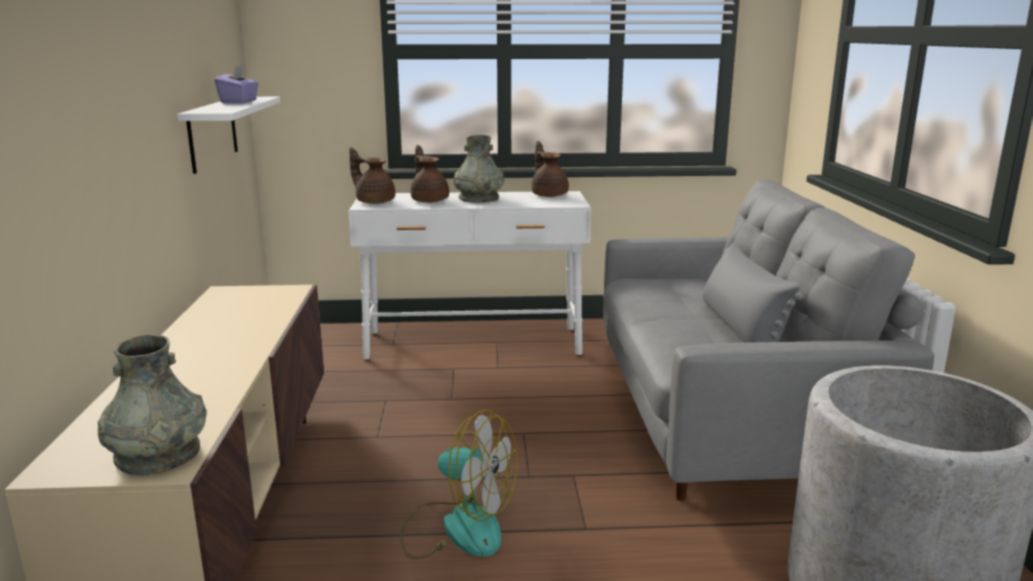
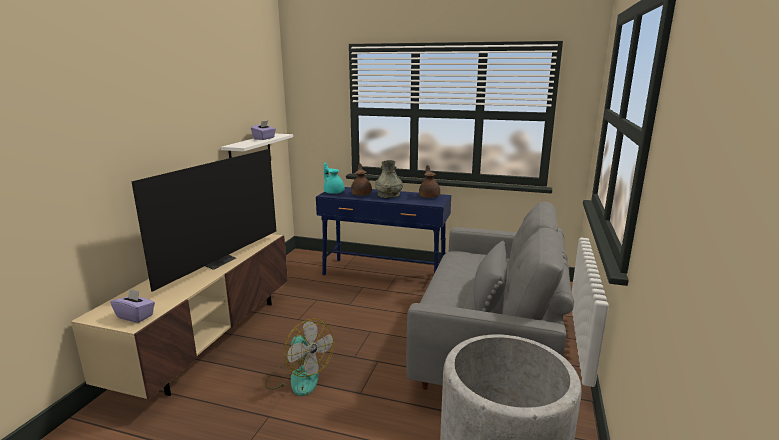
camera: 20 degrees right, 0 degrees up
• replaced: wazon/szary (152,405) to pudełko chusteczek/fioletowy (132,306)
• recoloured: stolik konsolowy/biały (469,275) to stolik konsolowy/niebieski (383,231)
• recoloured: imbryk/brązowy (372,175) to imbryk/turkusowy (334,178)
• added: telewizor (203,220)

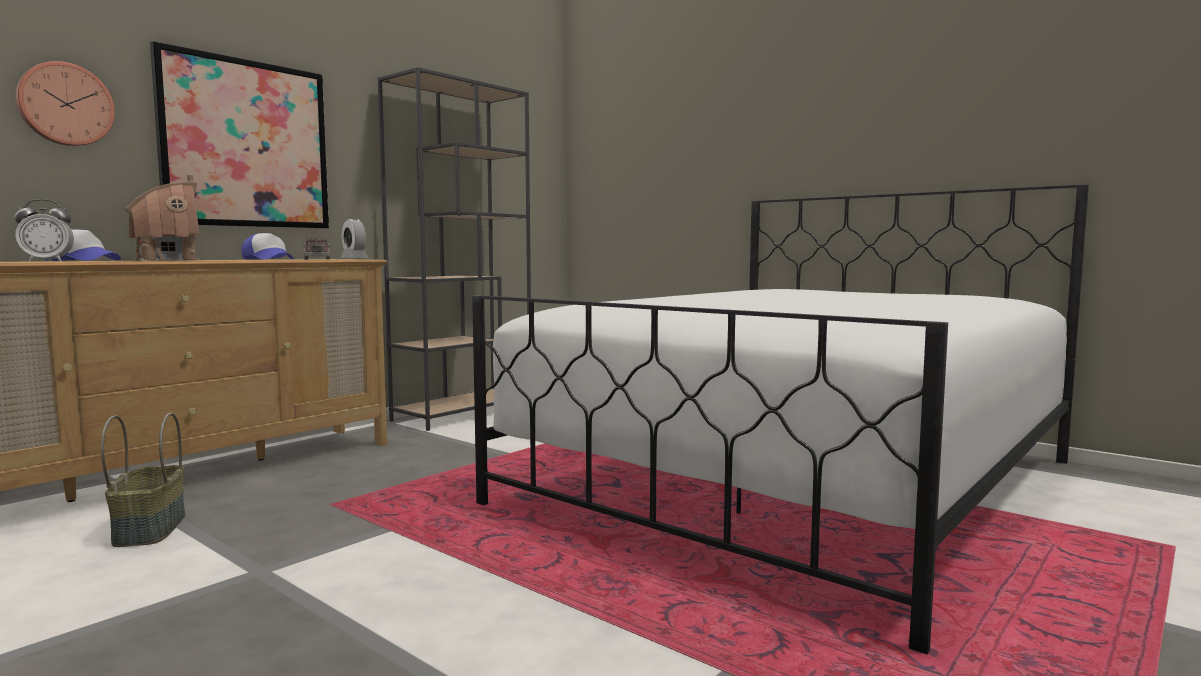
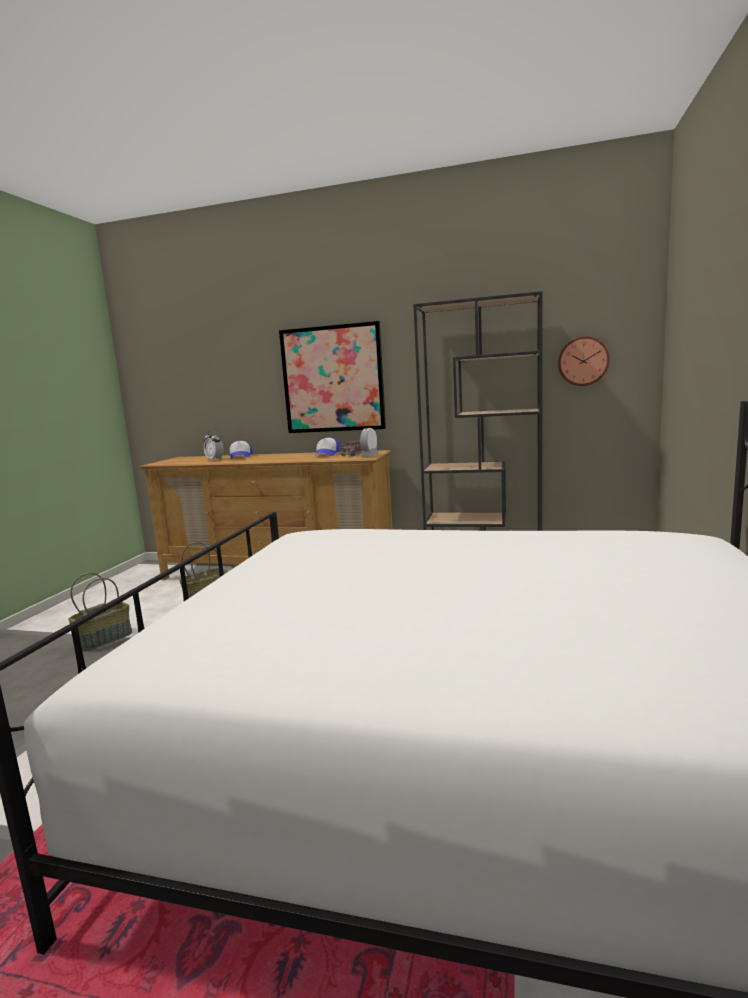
camera: 65 degrees right, 5 degrees up
• moved: zegar ścienny (65,103) to (584,361)
• removed: domek (162,217)
• added: koszyk (100,612)

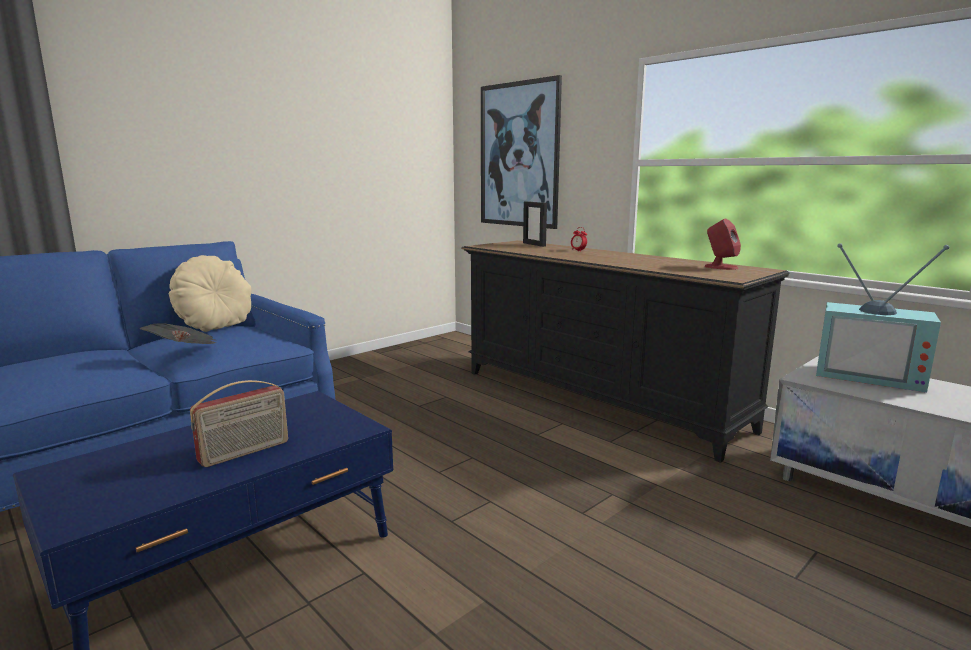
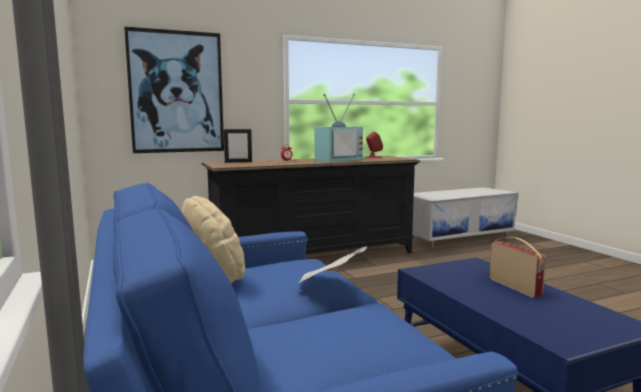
camera: 70 degrees left, 5 degrees down
• moved: telewizor (882,317) to (338,128)

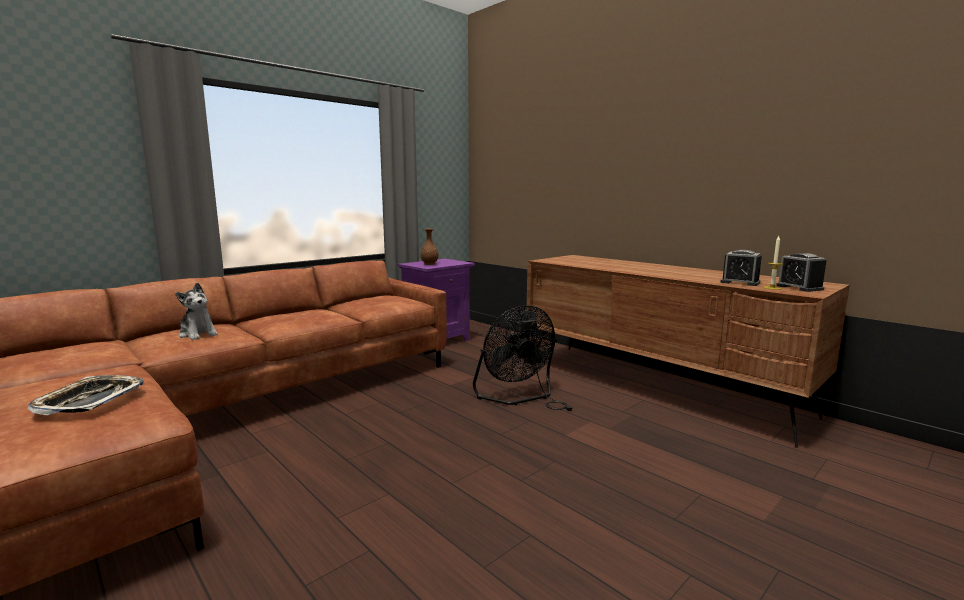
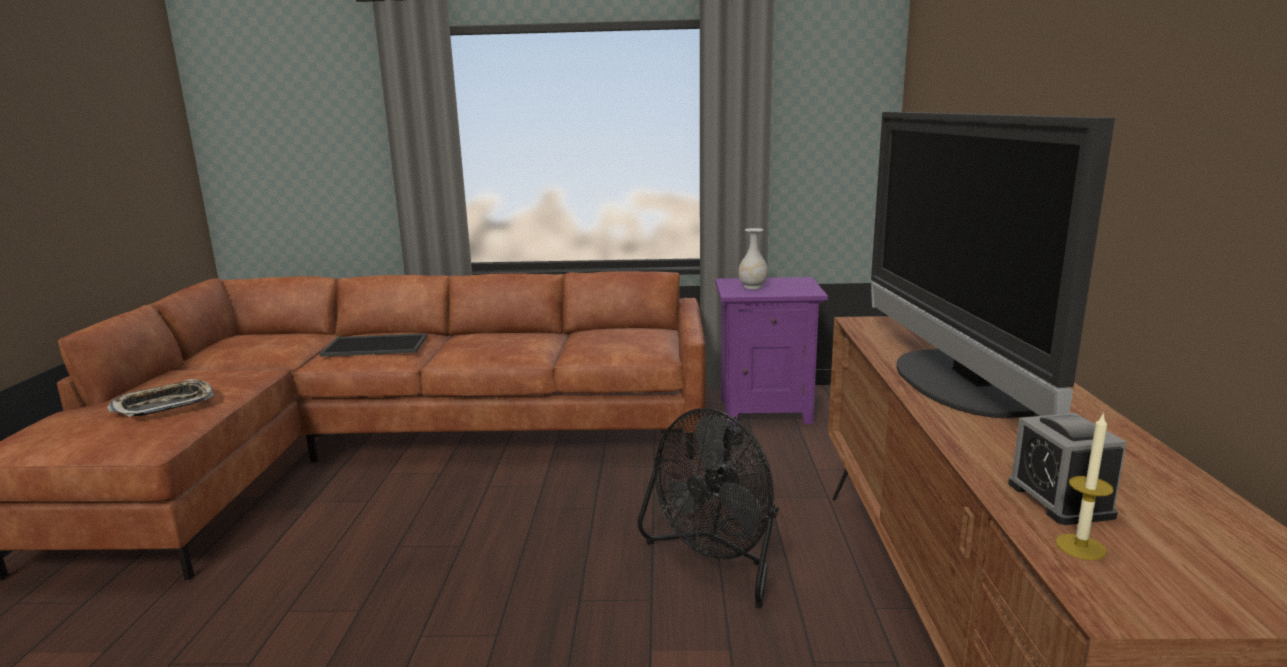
camera: 45 degrees right, 5 degrees up
• replaced: pluszak (196,311) to taca (373,345)
• recoloured: wazon/brązowy (430,247) to wazon/biały (753,258)
• turned: wentylator/czarny (522,358) = (708,508) 150 degrees counterclockwise
• removed: budzik (801,272)
• added: telewizor (993,265)

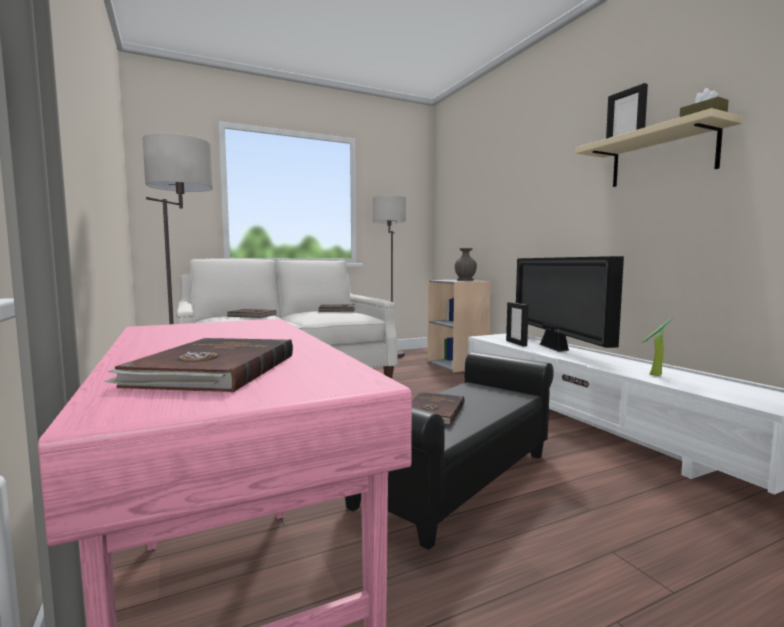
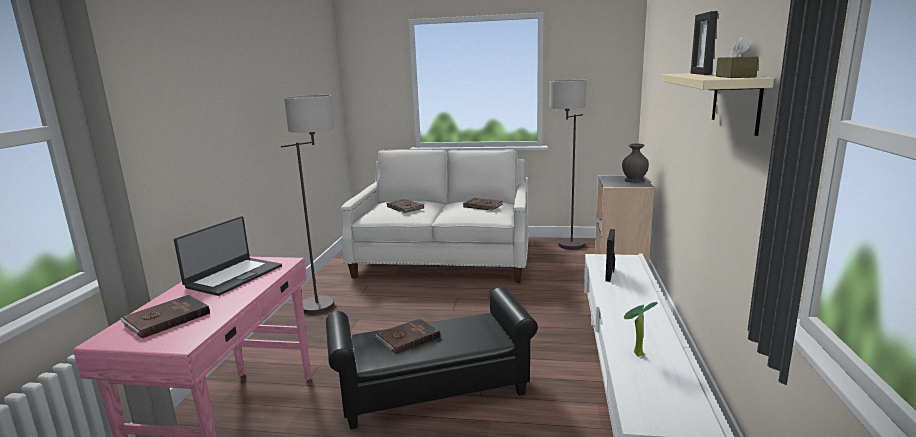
camera: 35 degrees right, 10 degrees up
• removed: telewizor (570,304)
• added: laptop (228,256)

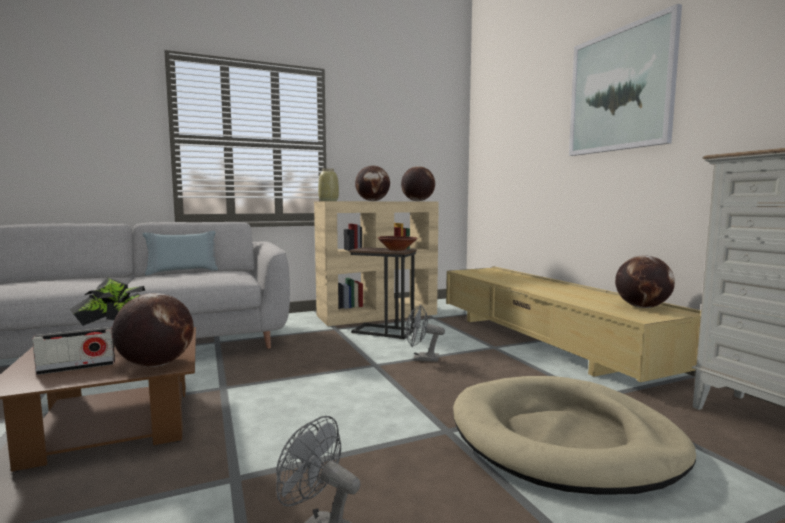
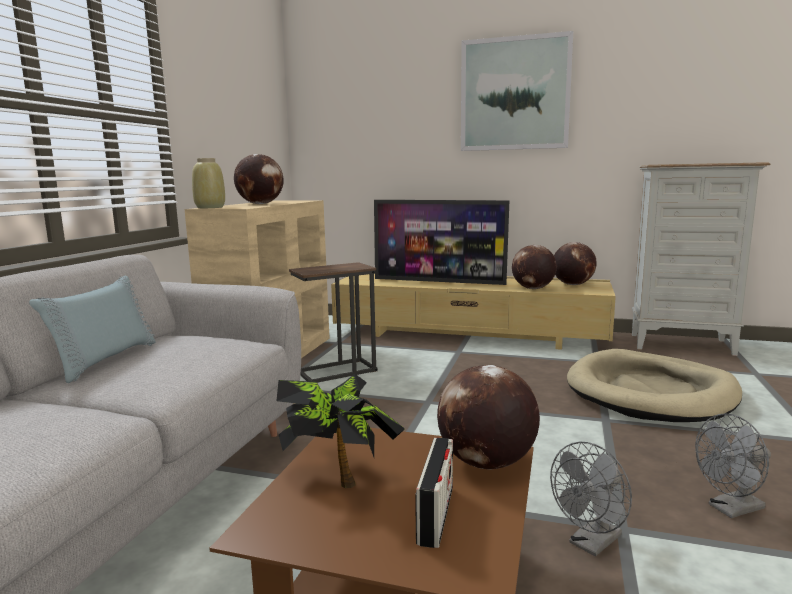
camera: 50 degrees left, 5 degrees up
• removed: miska/brązowy (397,243)
• moved: globus (418,183) to (534,267)
• moved: wentylator/szary (425,333) to (591,499)
• added: telewizor (441,242)

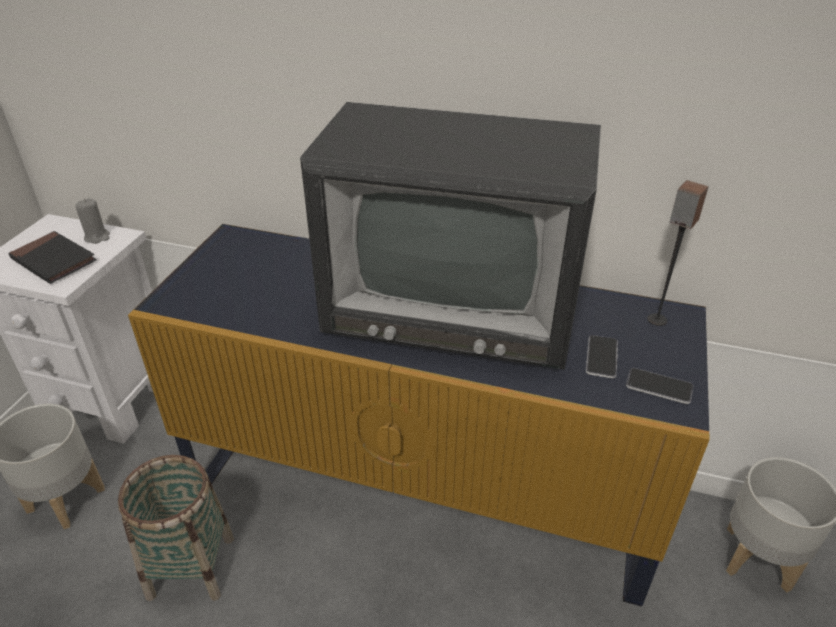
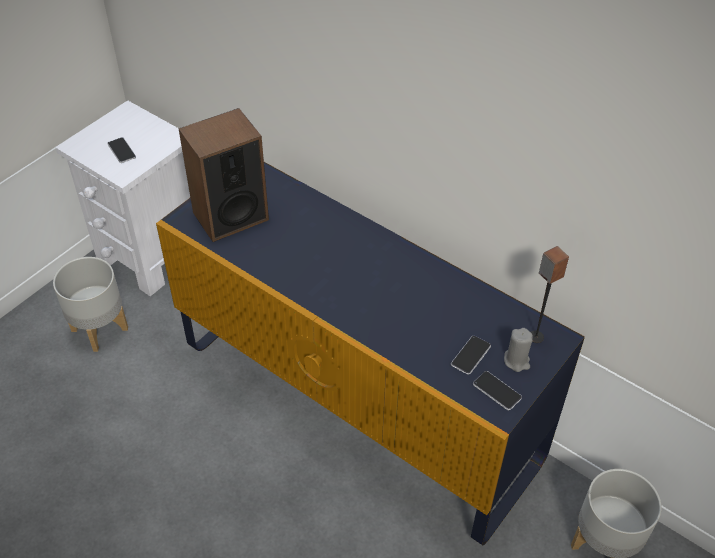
camera: 20 degrees right, 10 degrees up
• replaced: książka/czarny (53,257) to telefon (121,150)
• moved: świeca/szary (92,221) to (518,350)
• removed: koszyk (176,528)
• removed: telewizor (450,236)
• added: głośnik (224,175)

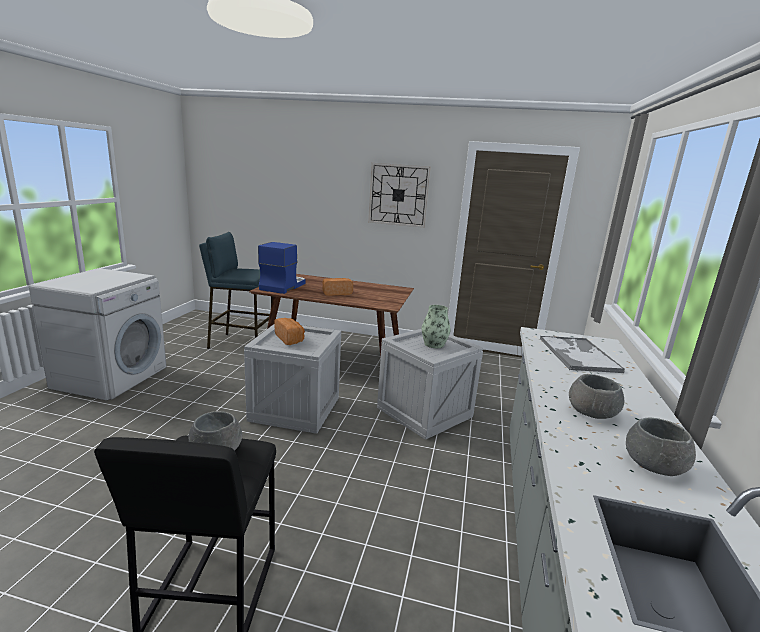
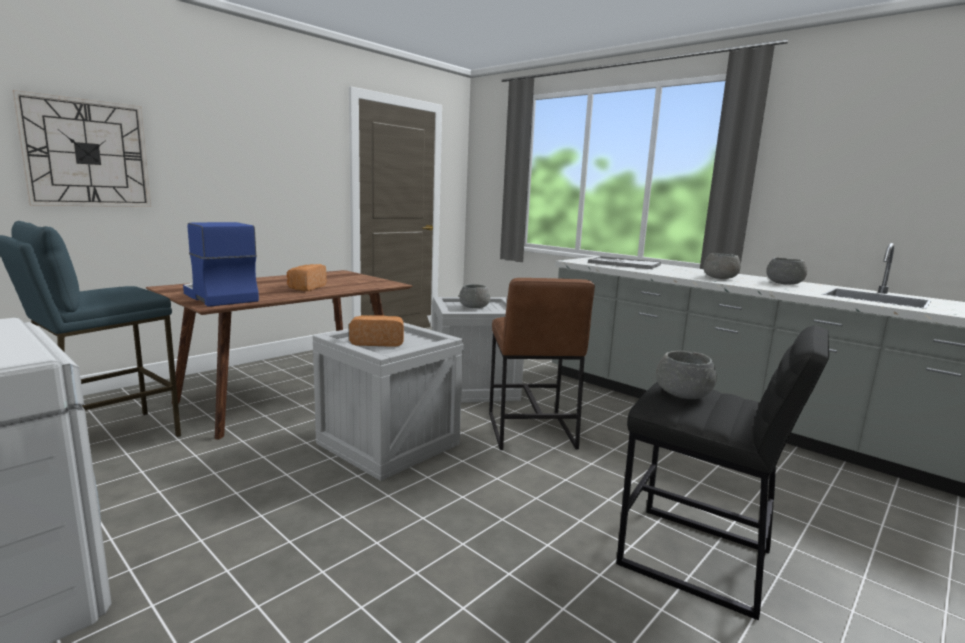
camera: 60 degrees left, 5 degrees down
• moved: zegar ścienny (399,195) to (81,148)
• replaced: wazon (436,326) to miska/szary (474,296)
• added: krzesło/brązowy (542,364)

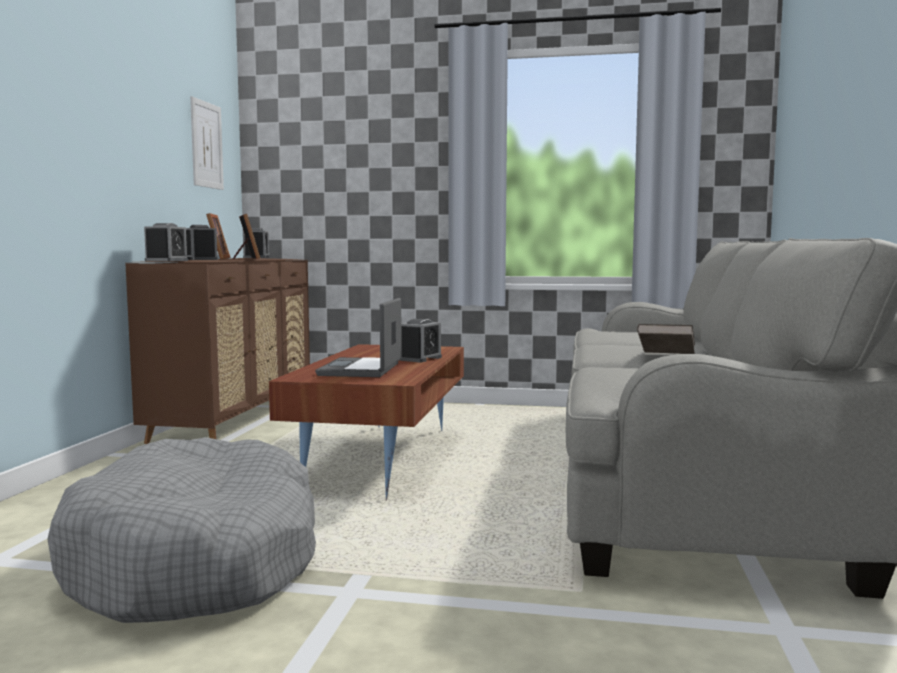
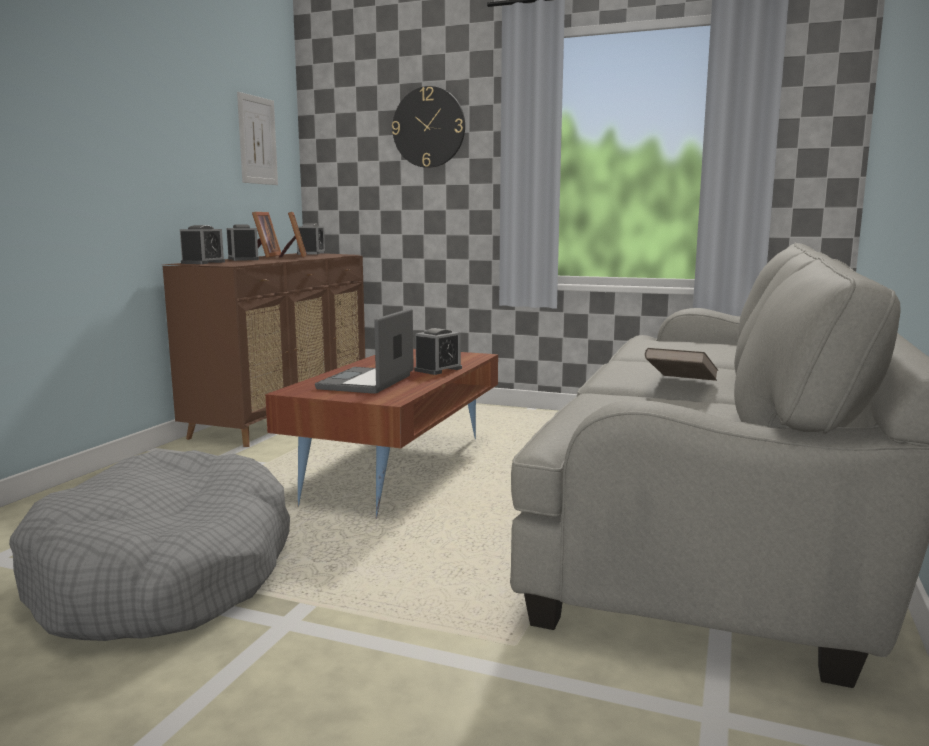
camera: 10 degrees right, 5 degrees up
• added: zegar ścienny (428,127)

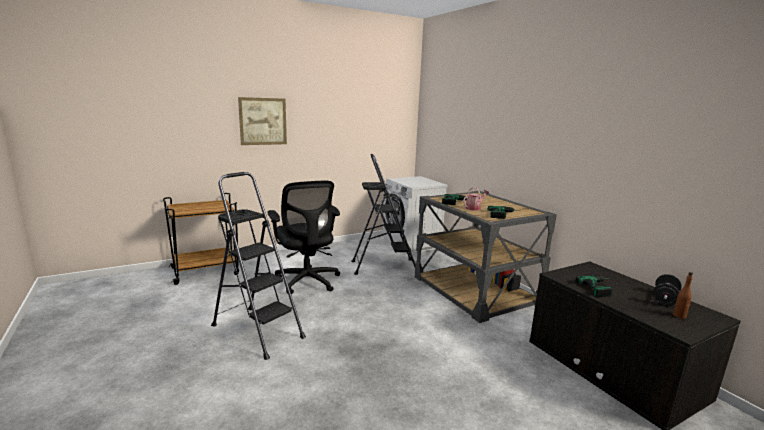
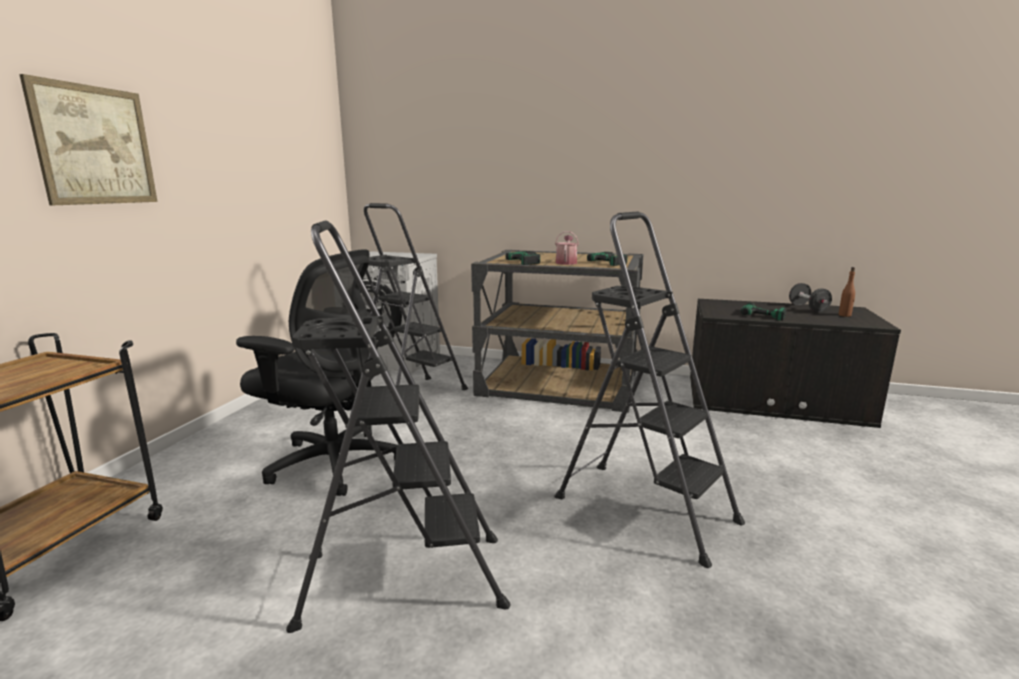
camera: 45 degrees left, 0 degrees up
• added: drabinka (649,390)

